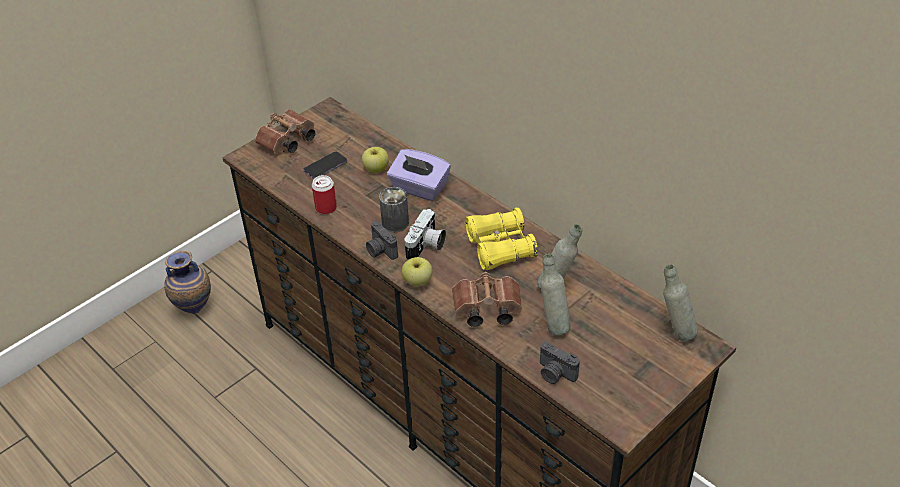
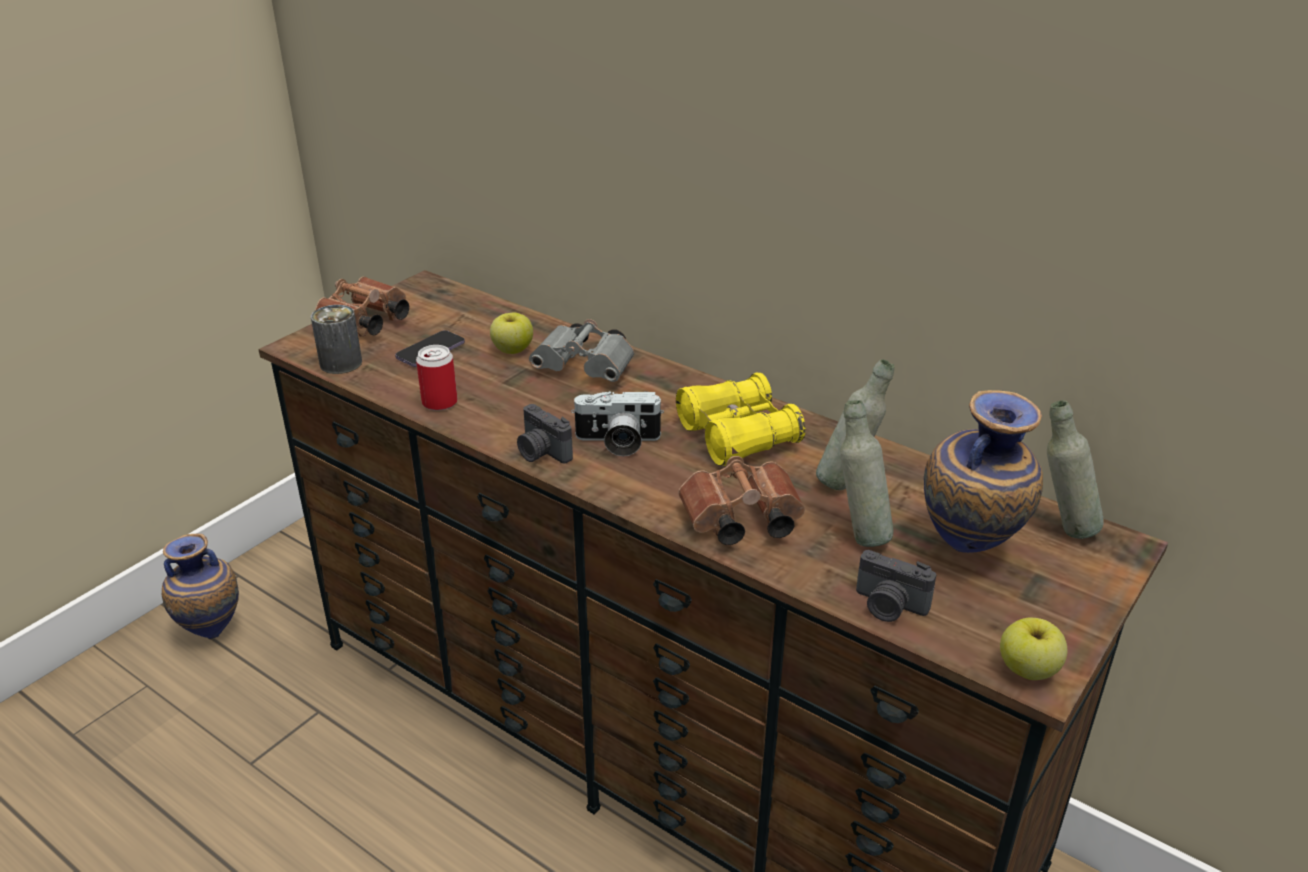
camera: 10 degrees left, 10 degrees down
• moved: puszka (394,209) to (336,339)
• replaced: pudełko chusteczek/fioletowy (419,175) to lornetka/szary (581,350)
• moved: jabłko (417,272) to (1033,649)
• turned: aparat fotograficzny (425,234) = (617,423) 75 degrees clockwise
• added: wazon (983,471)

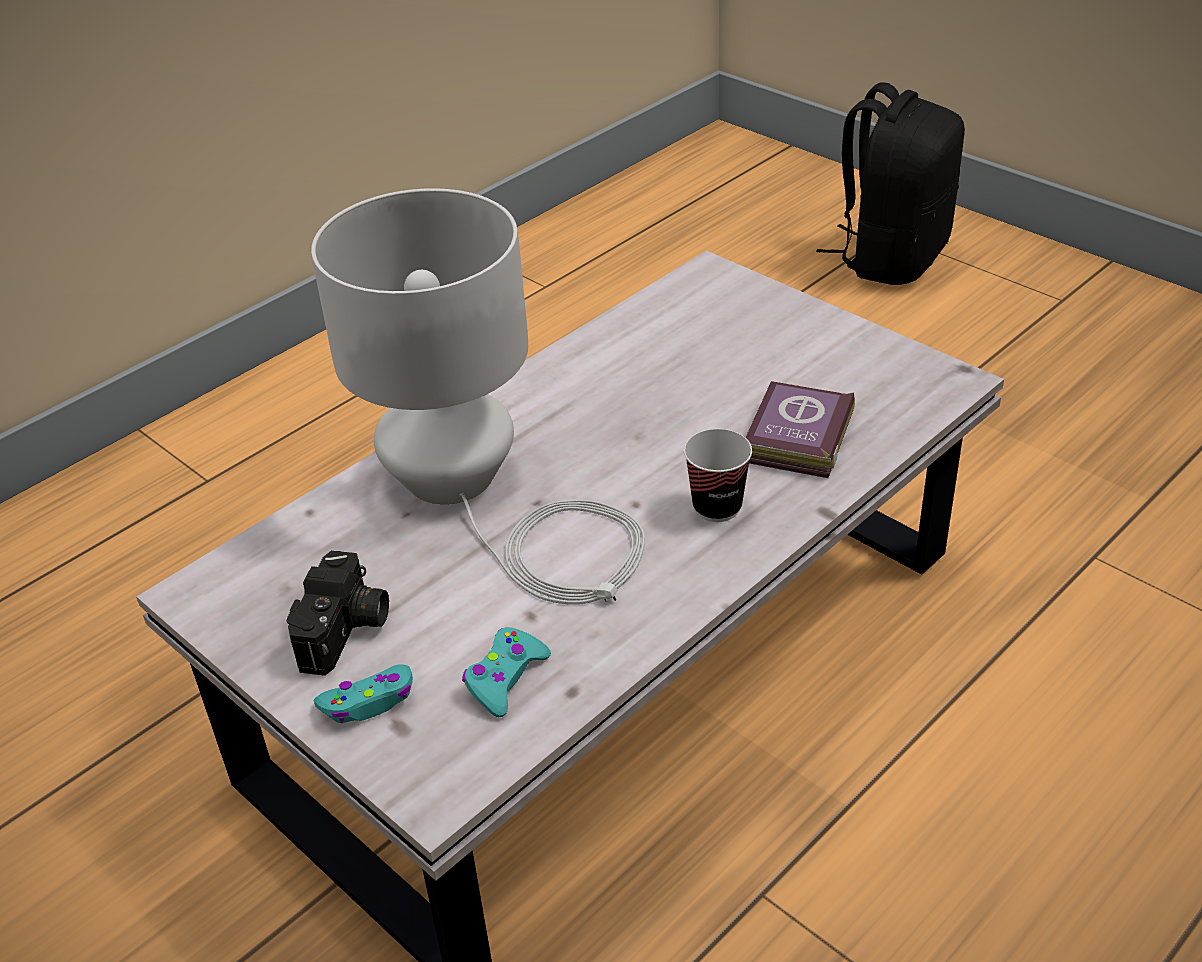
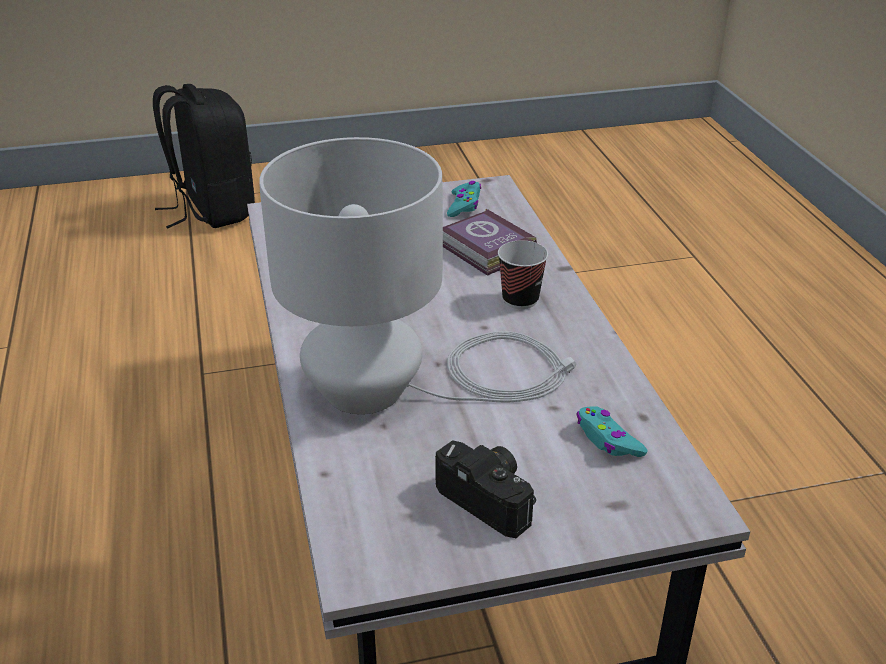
camera: 60 degrees left, 5 degrees down
• moved: pad do gier/turkusowy (363,694) to (464,199)

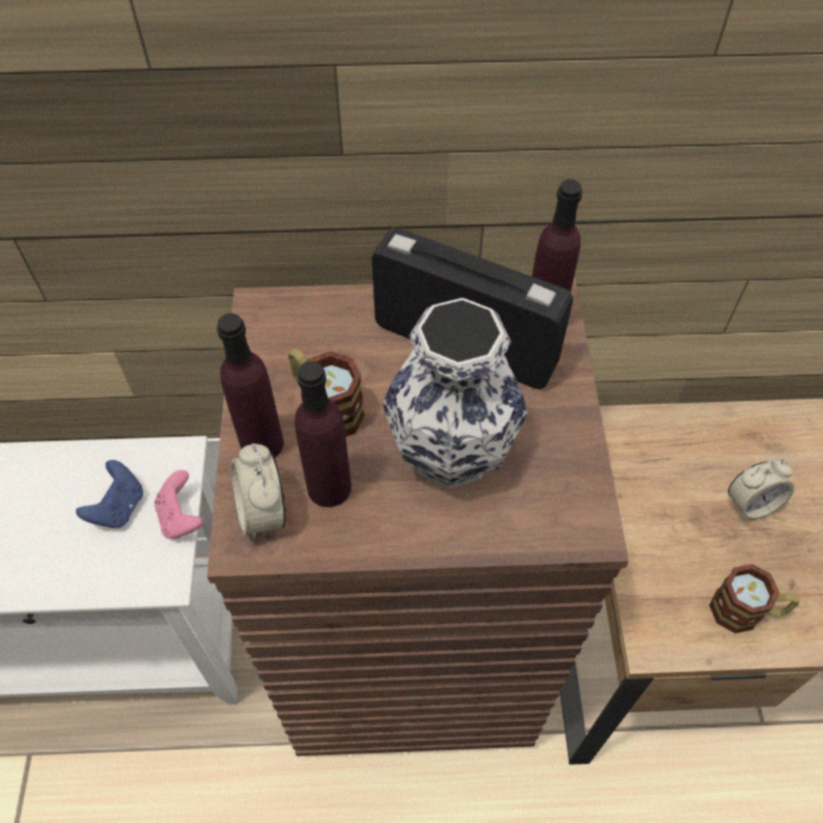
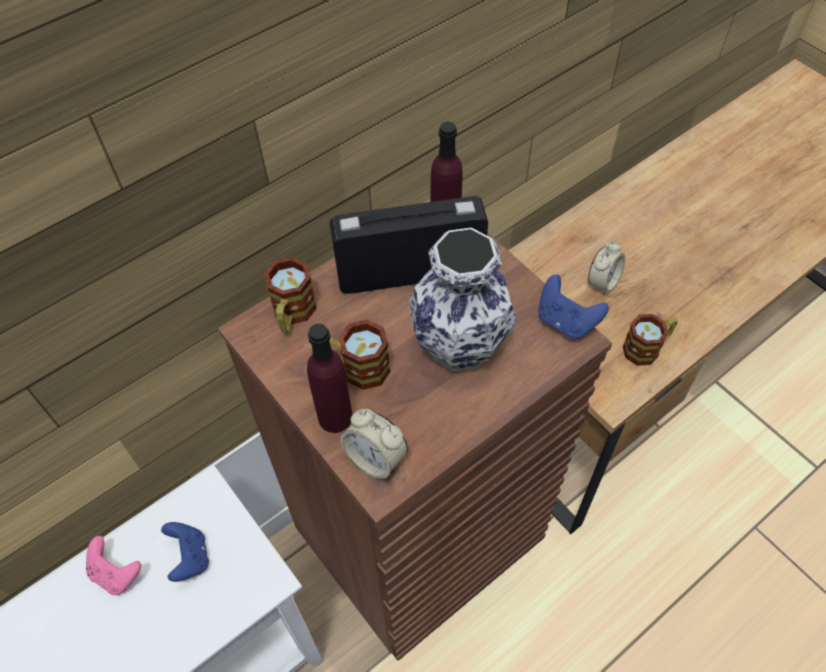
camera: 35 degrees left, 0 degrees up
• moved: pad do gier/różowy (179,504) to (113,565)
• removed: butelka/fioletowy (323,434)
• added: kubek (290,295)
• added: pad do gier/niebieski (573,307)

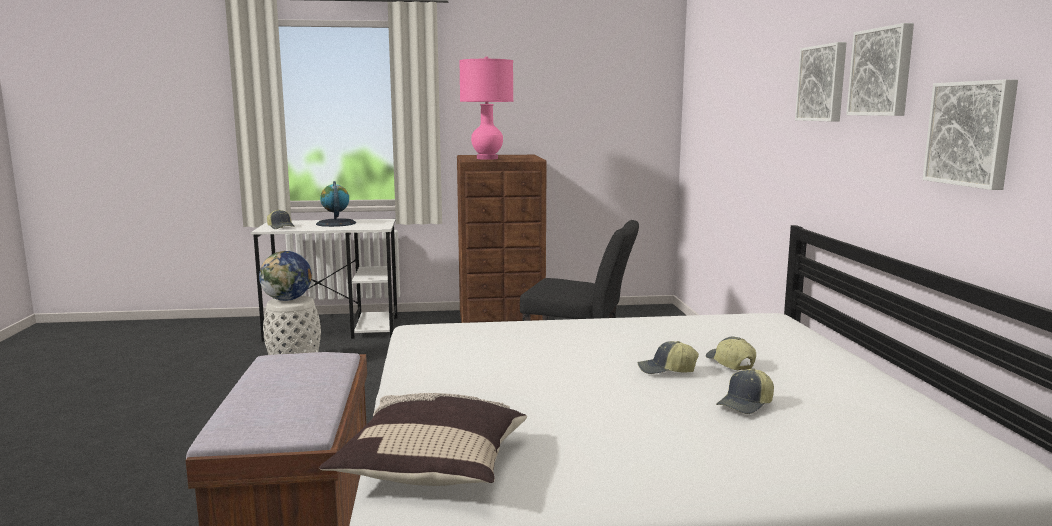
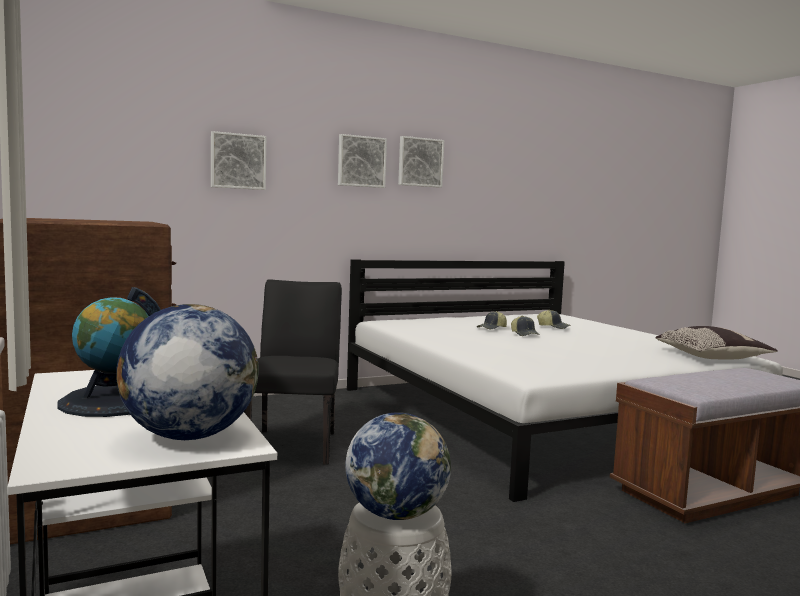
camera: 110 degrees left, 5 degrees down
• replaced: czapka z daszkiem (280,219) to globus (187,372)
• removed: lampa stołowa/różowy (486,108)
• moved: obraz (970,134) to (238,160)

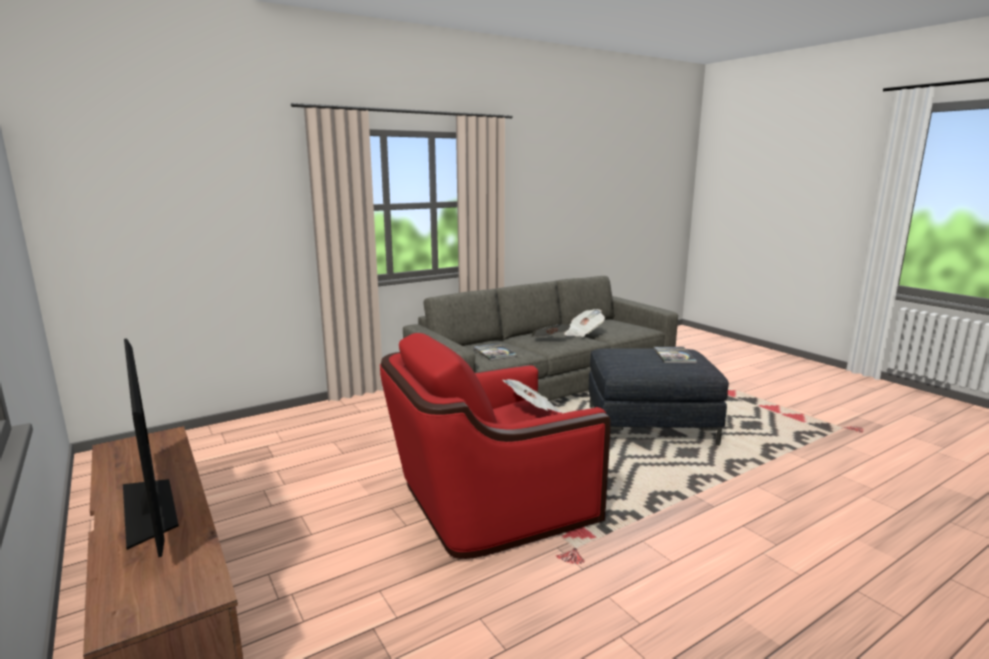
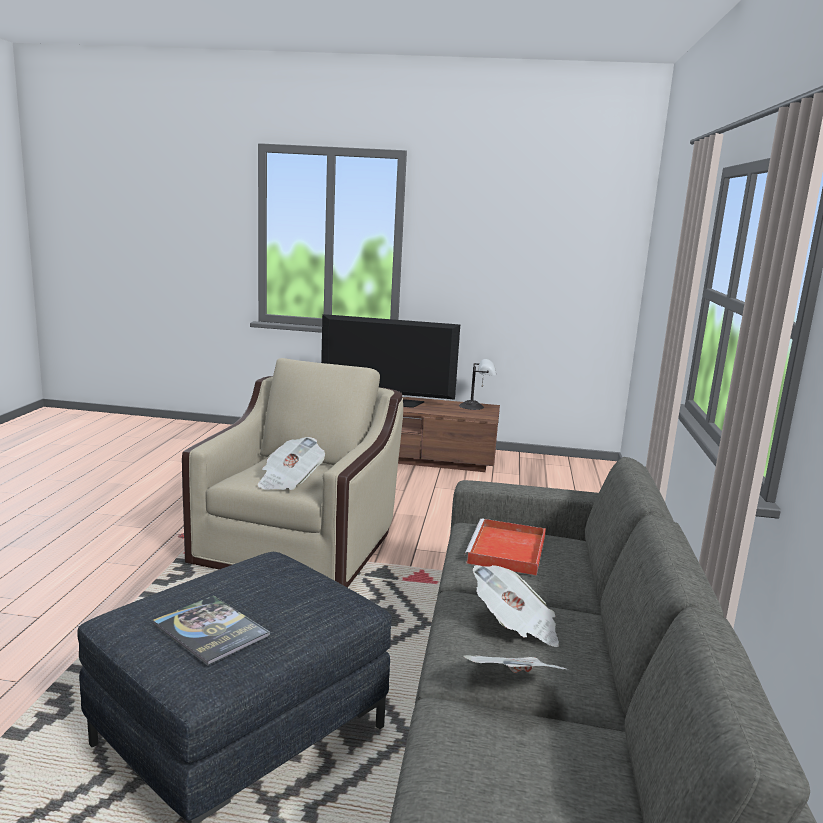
camera: 130 degrees right, 0 degrees up
• recoloured: fotel/czerwony (495,446) to fotel/beżowy (292,473)
• replaced: książka (495,352) to taca/czerwony (505,547)
• added: lampa stołowa (477,384)

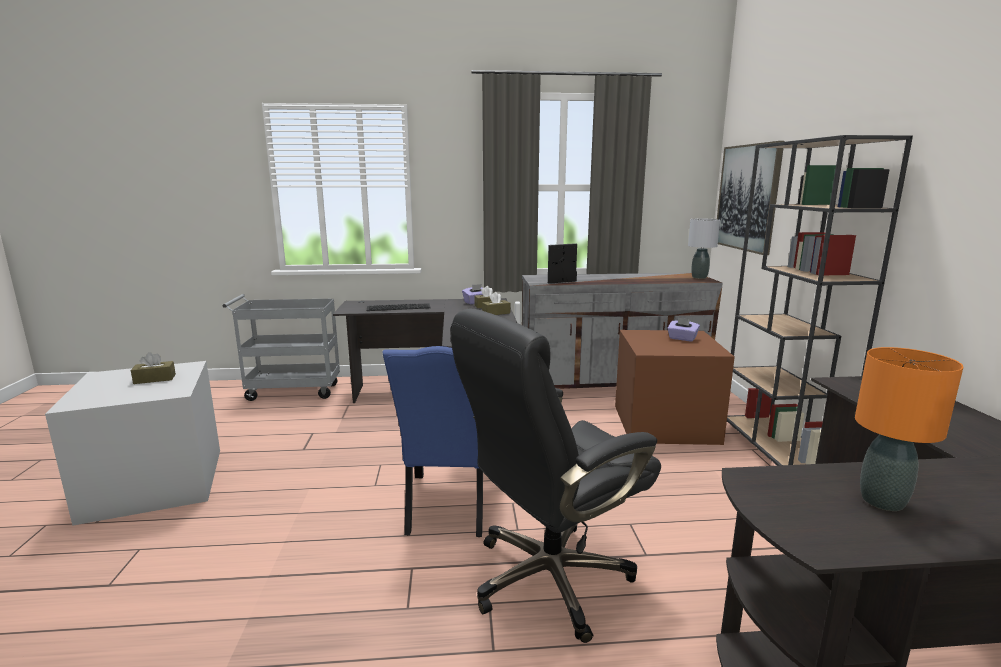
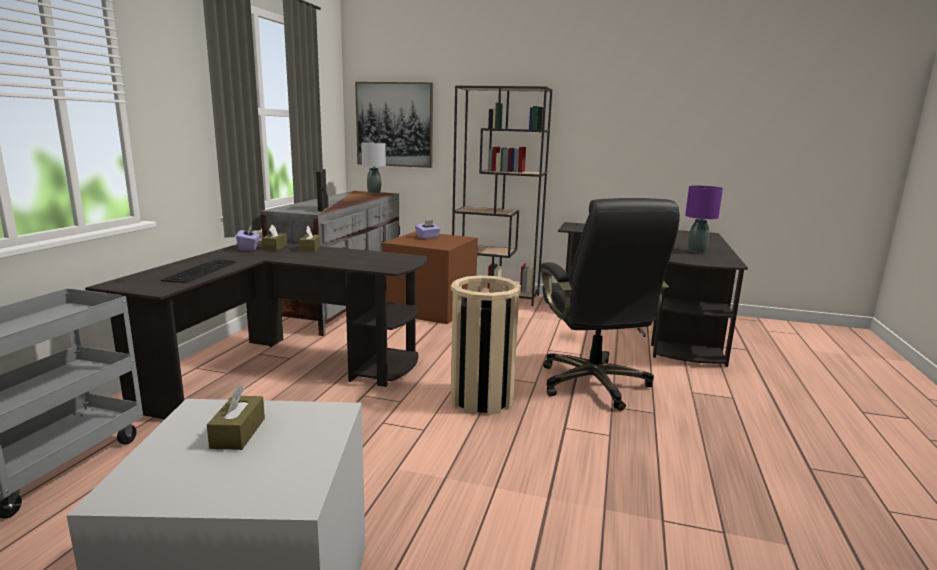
camera: 70 degrees left, 0 degrees up
• replaced: krzesło/niebieski (432,441) to kosz na śmieci/beżowy (486,345)
• recoloured: lampa stołowa/pomarańczowy (909,429) to lampa stołowa/fioletowy (704,219)

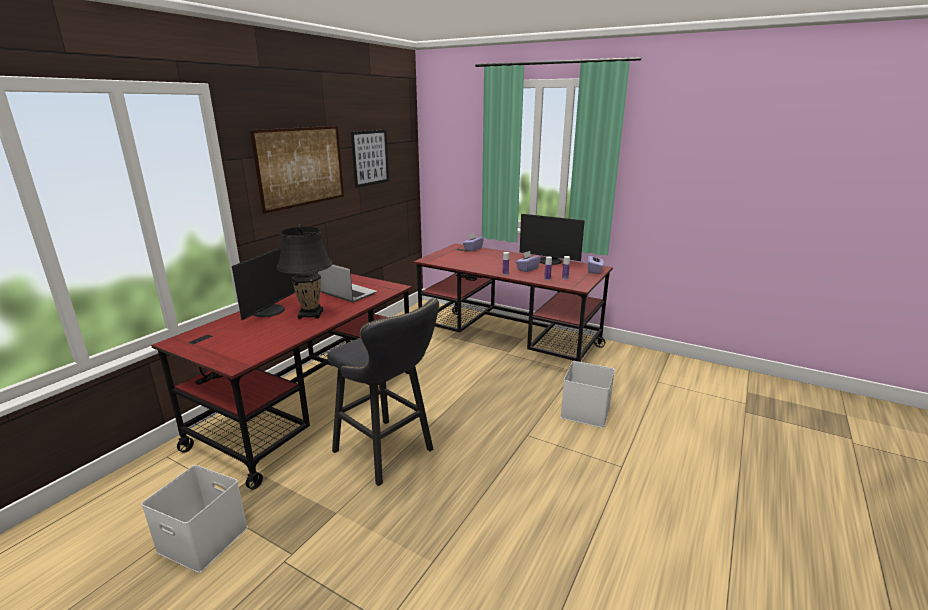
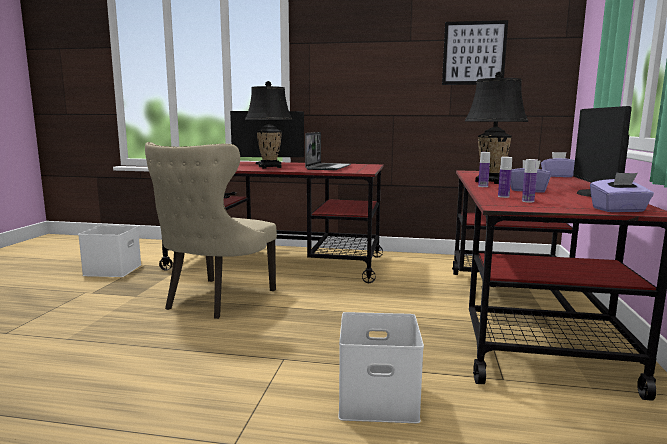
camera: 70 degrees right, 10 degrees down
• removed: obraz (297,170)
• replaced: stołek/czarny (383,392) to krzesło/beżowy (211,230)
• added: lampa stołowa/czarny (496,127)

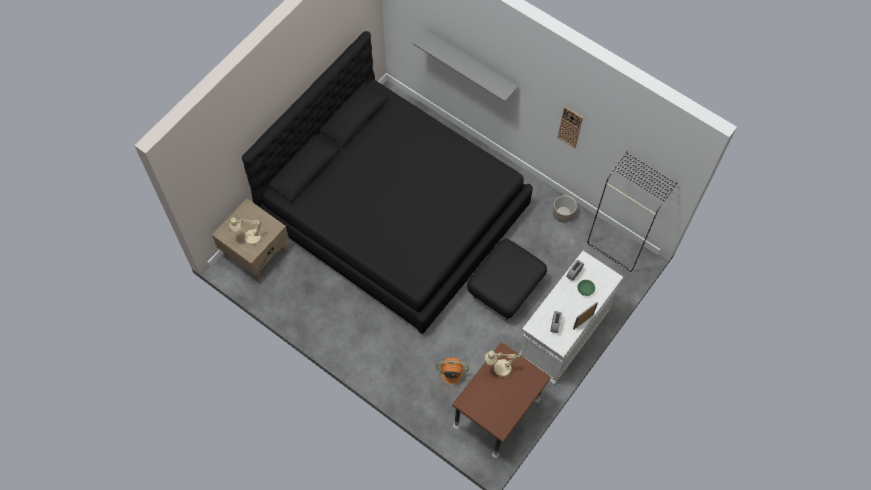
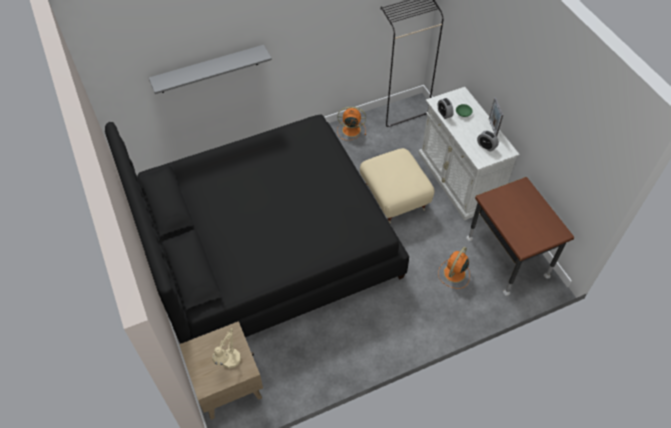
camera: 60 degrees left, 10 degrees down
• recoloured: pufa/czarny (507,279) to pufa/beżowy (397,185)
• removed: lampa stołowa/beżowy (502,364)
• replaced: donica (565,208) to wentylator/pomarańczowy (351,123)
• removed: zegar ścienny (570,127)

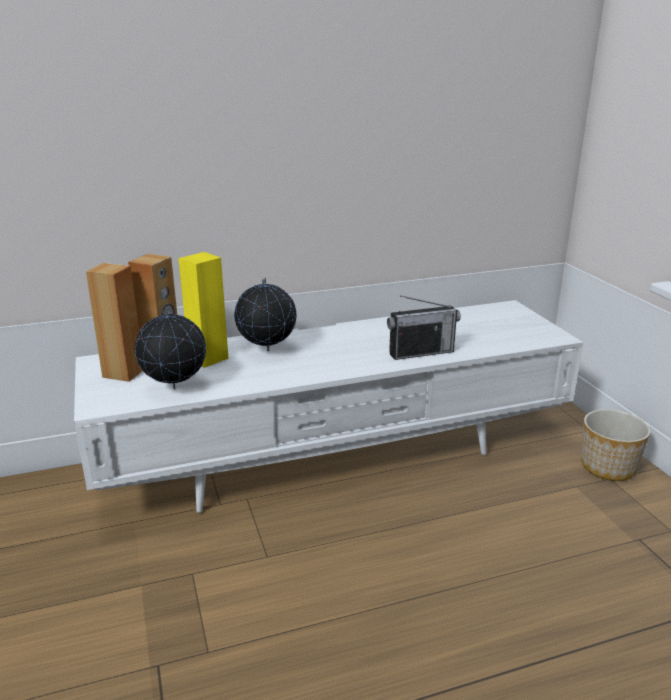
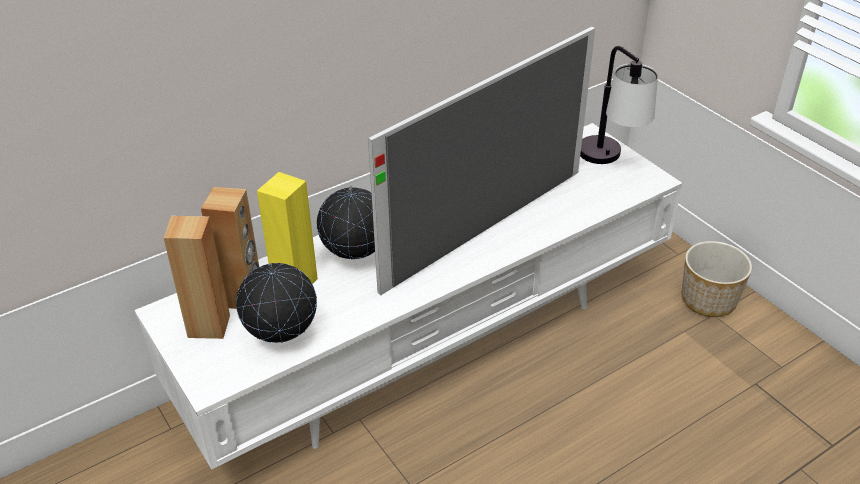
camera: 15 degrees left, 15 degrees up
• removed: radio (424,327)
• added: telewizor (481,160)
• added: lampa stołowa (619,105)

